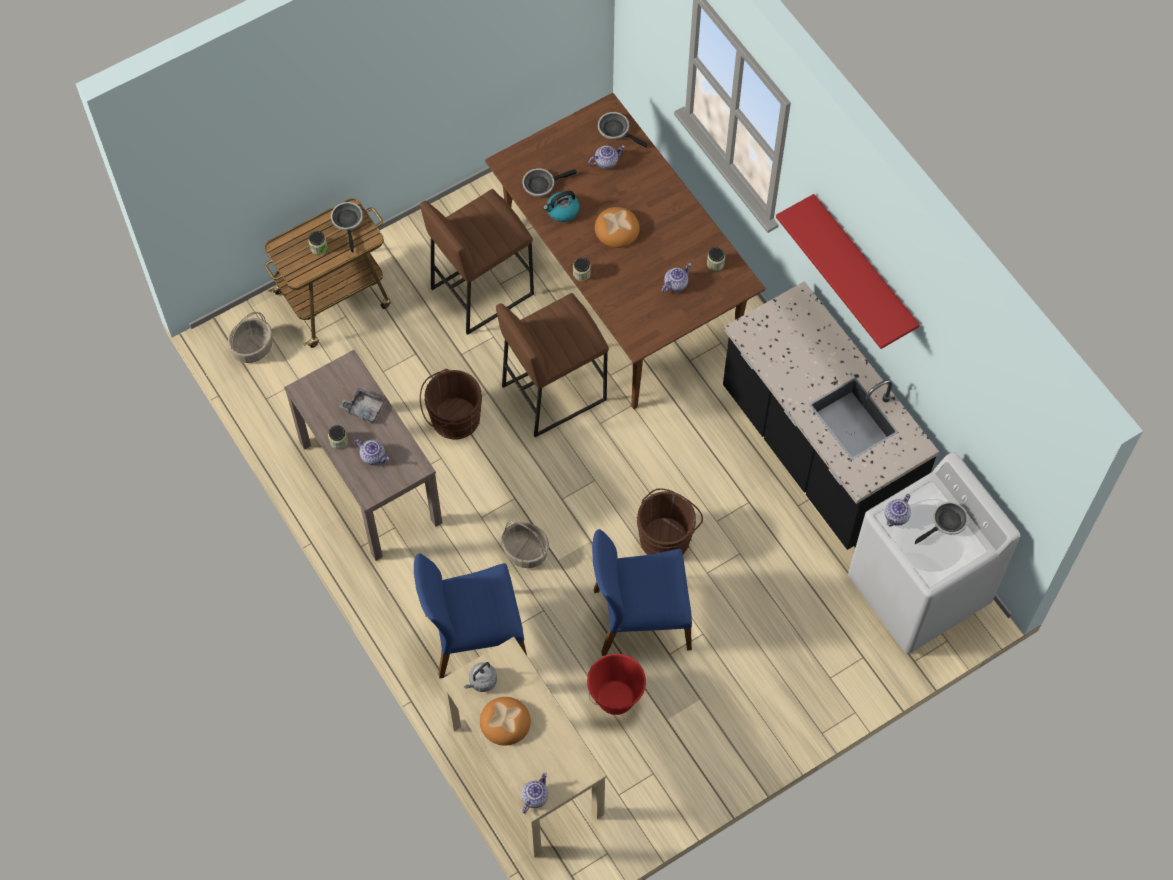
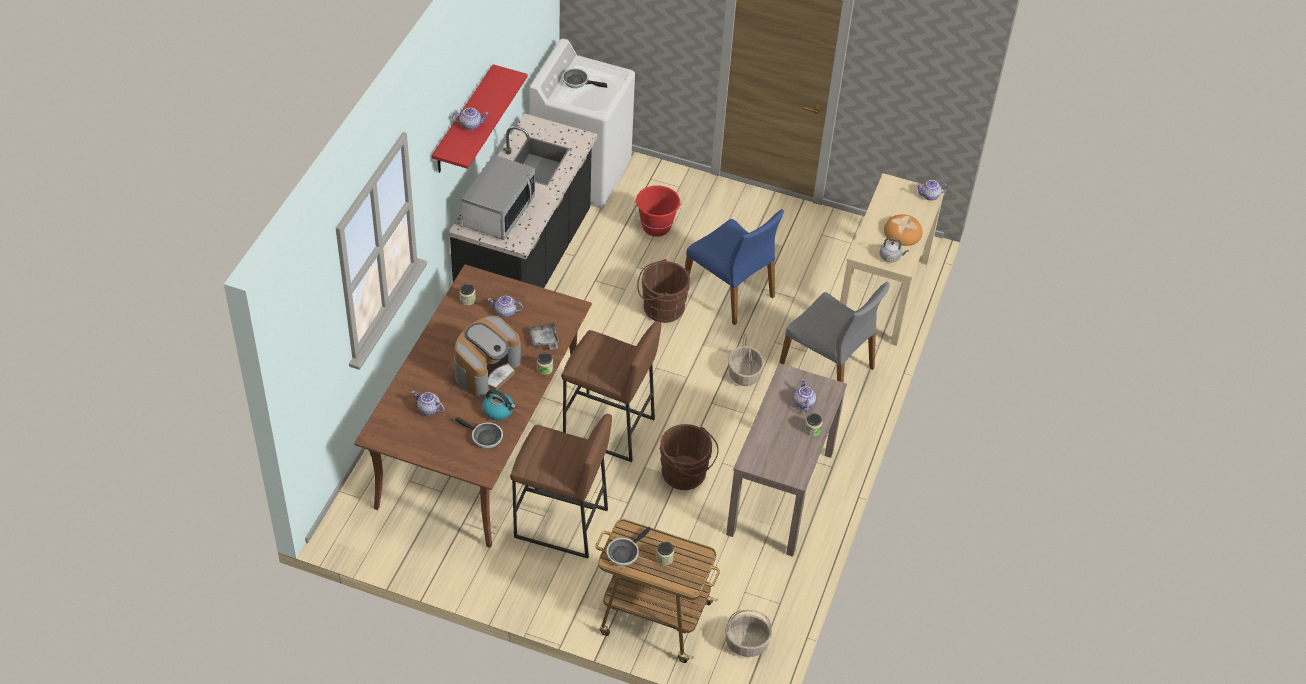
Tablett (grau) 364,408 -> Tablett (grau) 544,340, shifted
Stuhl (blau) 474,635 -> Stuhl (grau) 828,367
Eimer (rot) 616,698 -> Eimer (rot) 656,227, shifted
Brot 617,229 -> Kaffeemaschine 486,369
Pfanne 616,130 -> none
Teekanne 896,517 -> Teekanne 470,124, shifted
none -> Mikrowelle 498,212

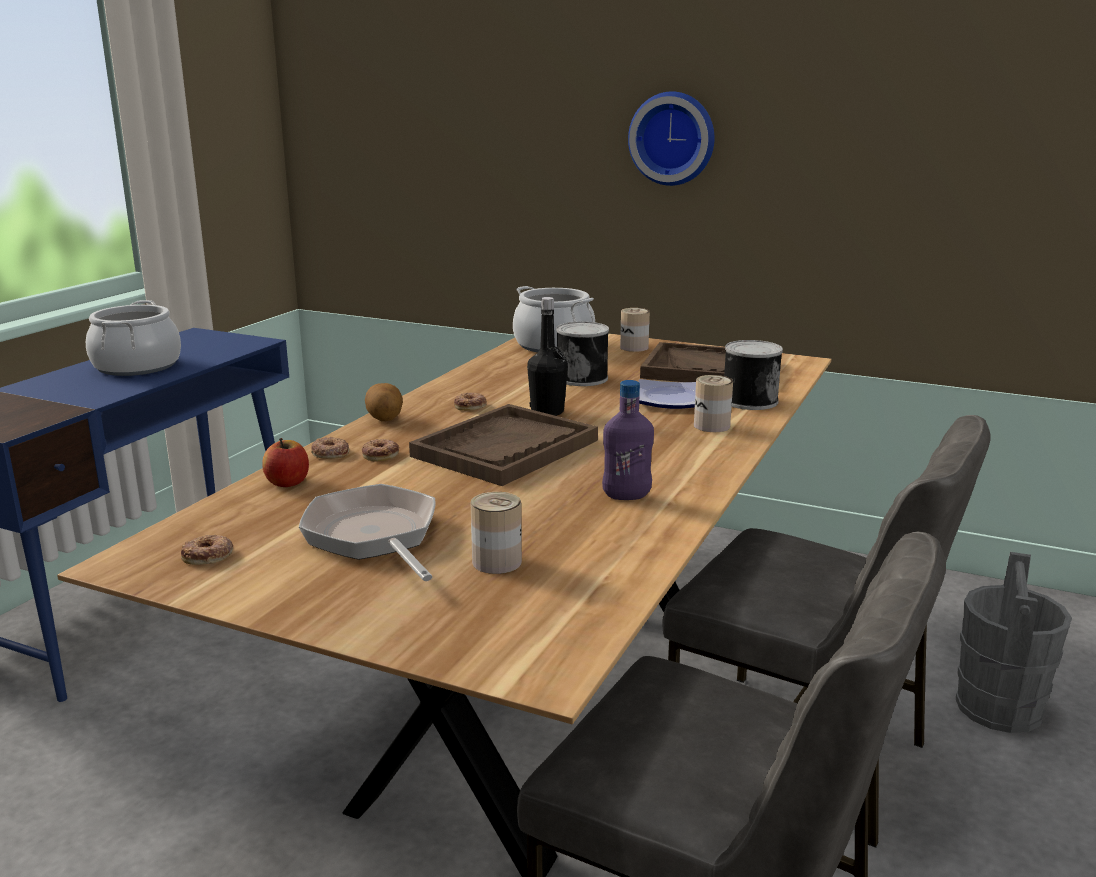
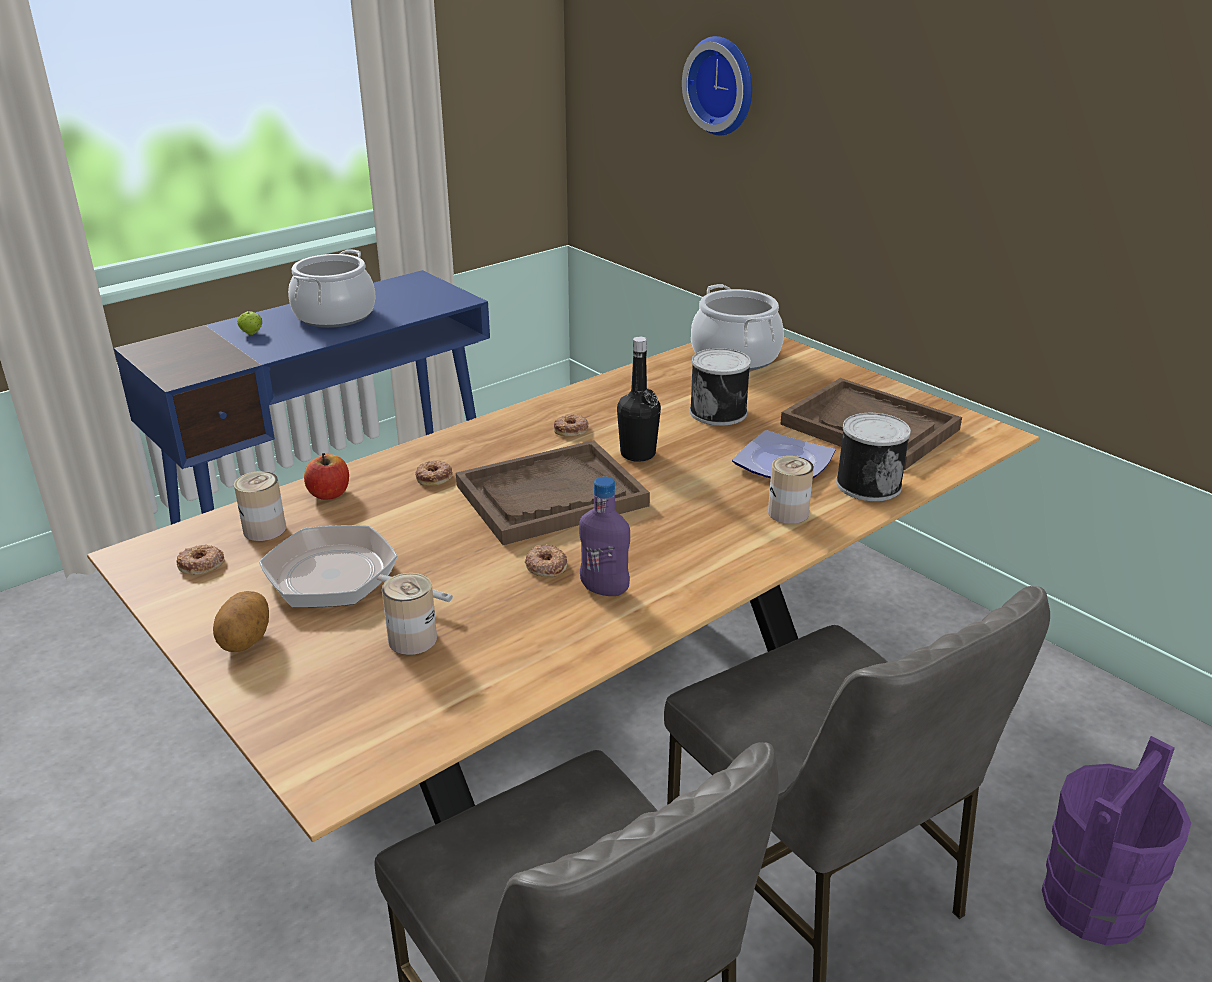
Pfanne 374,537 -> Pfanne 340,579, 60 degrees counterclockwise
Donut 330,453 -> Donut 546,566, shifted
Kartoffel 385,419 -> Kartoffel 246,641, shifted
Dose 634,347 -> Dose 264,529, shifted
Wanduhr 673,138 -> Wanduhr 723,85, shifted
Eimer (grau) 999,707 -> Eimer (lila) 1093,903
none -> Apfel 251,333

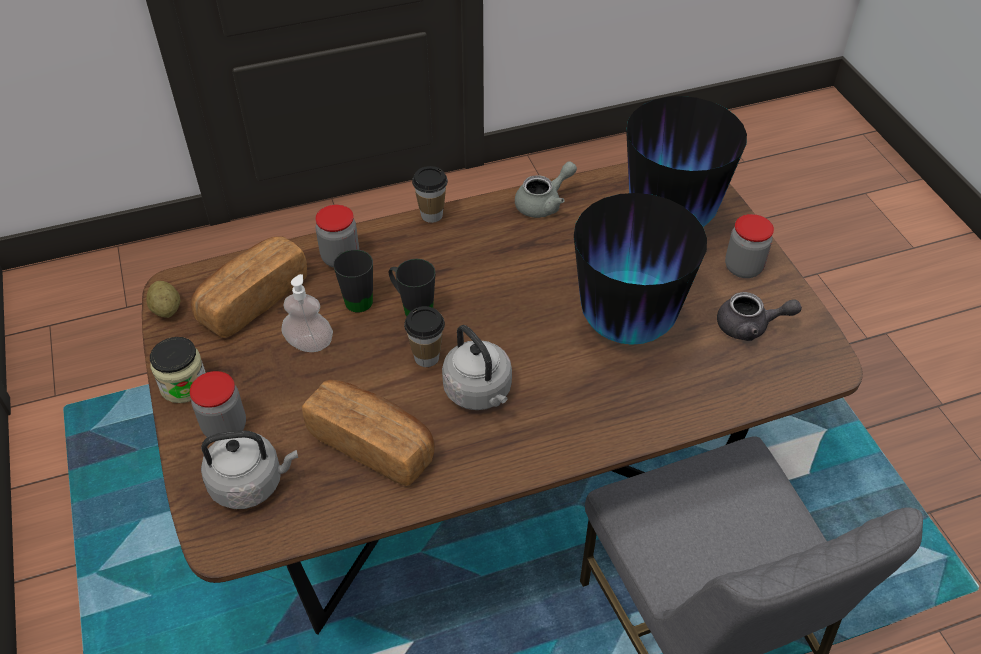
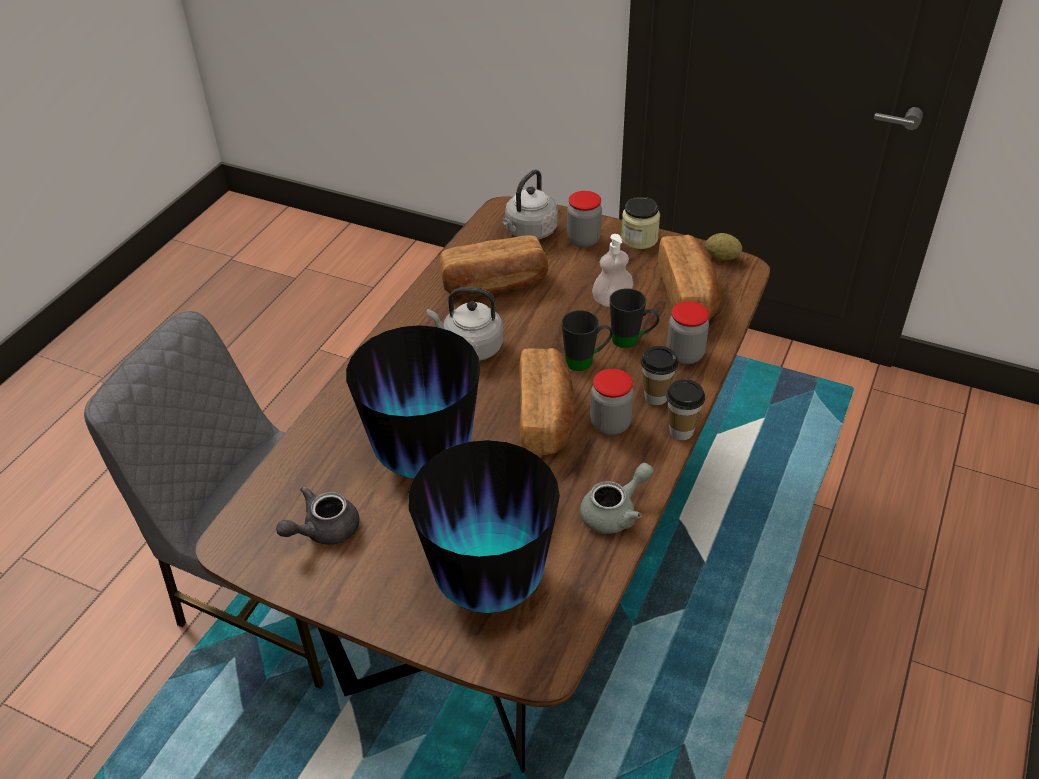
Tasse 427,357 -> Tasse 656,397, shifted
Teekanne (grau) 544,203 -> Teekanne (grau) 615,512, 135 degrees counterclockwise
Vorratsglas 743,268 -> Vorratsglas 610,424, shifted
none -> Brot 546,417

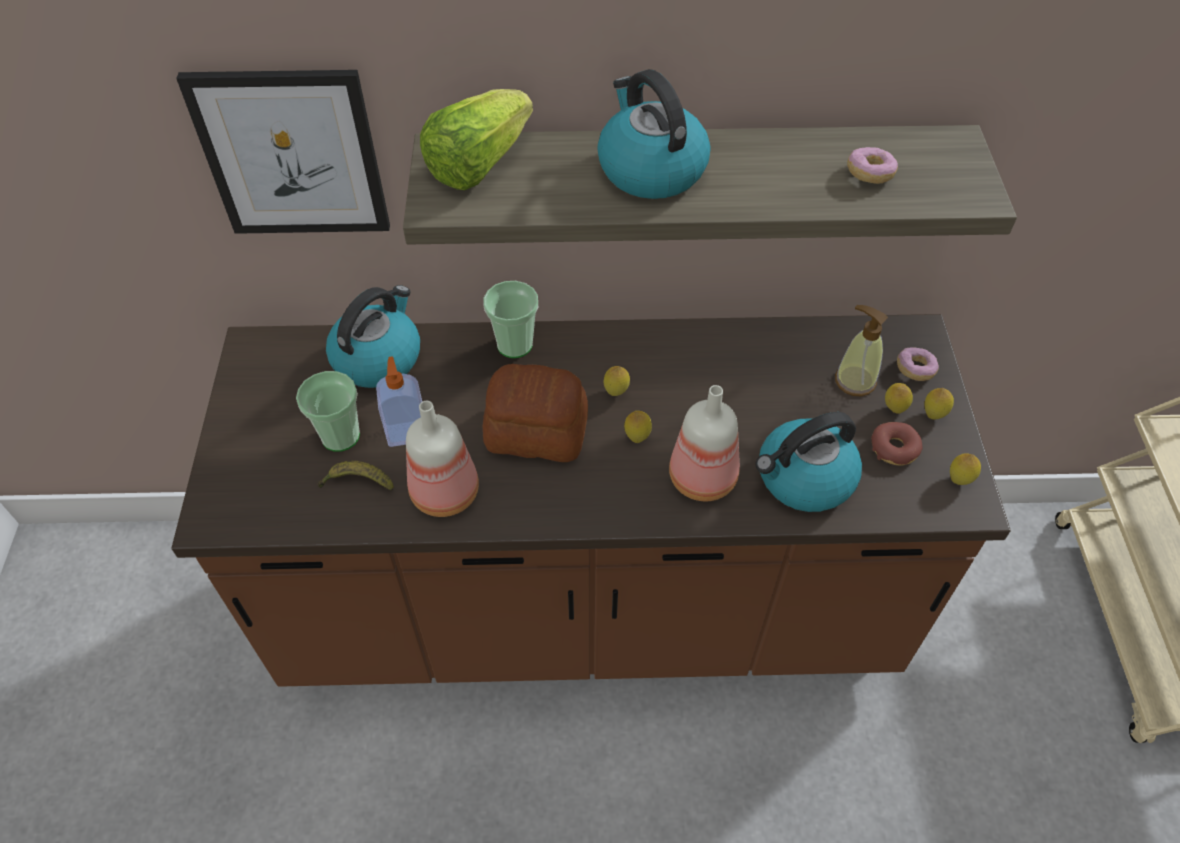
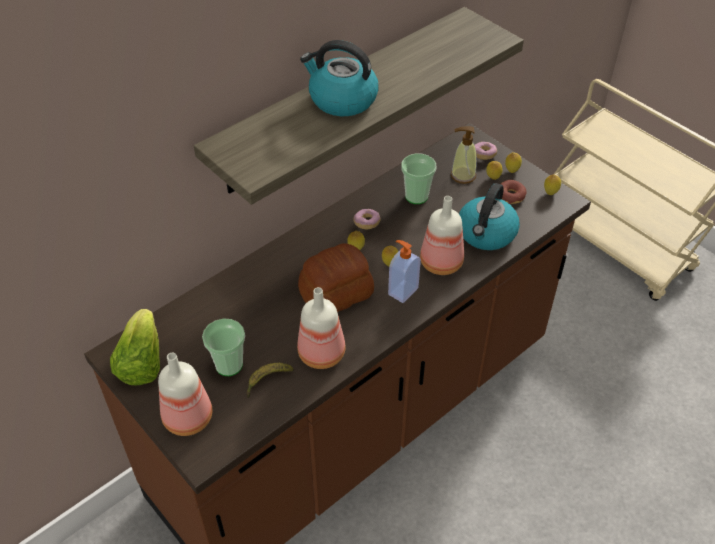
Bild 292,154 -> none
Wasserkessel 378,358 -> none
Seifenspender 407,432 -> Seifenspender 402,291, shifted
Salatkopf 478,164 -> Salatkopf 141,362, shifted
Tasse 514,345 -> Tasse 416,196, shifted
Donut 869,174 -> Donut 366,223, shifted
none -> Flasche 189,419

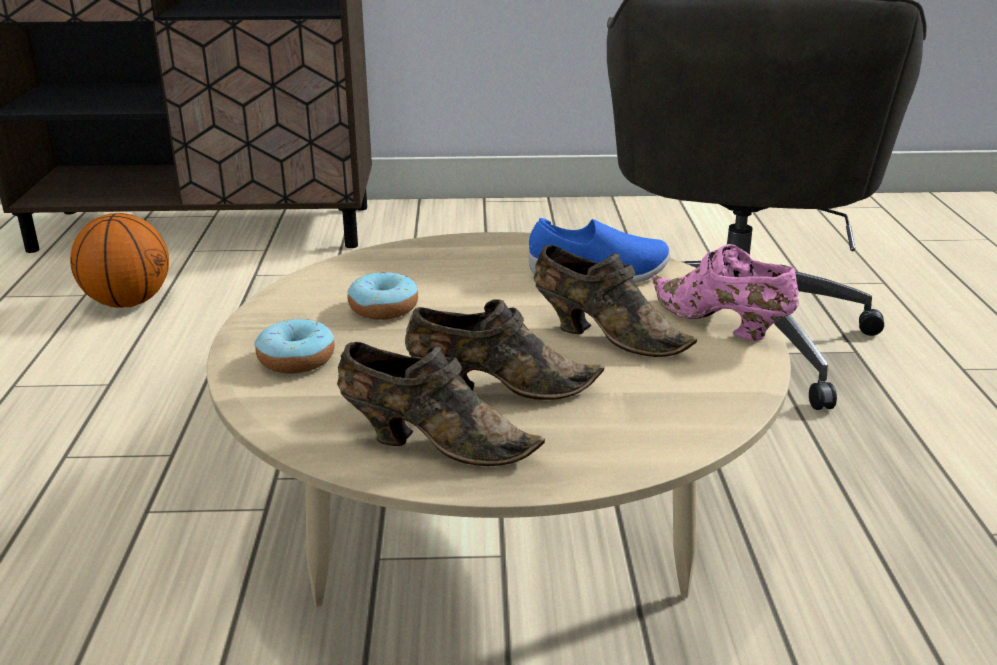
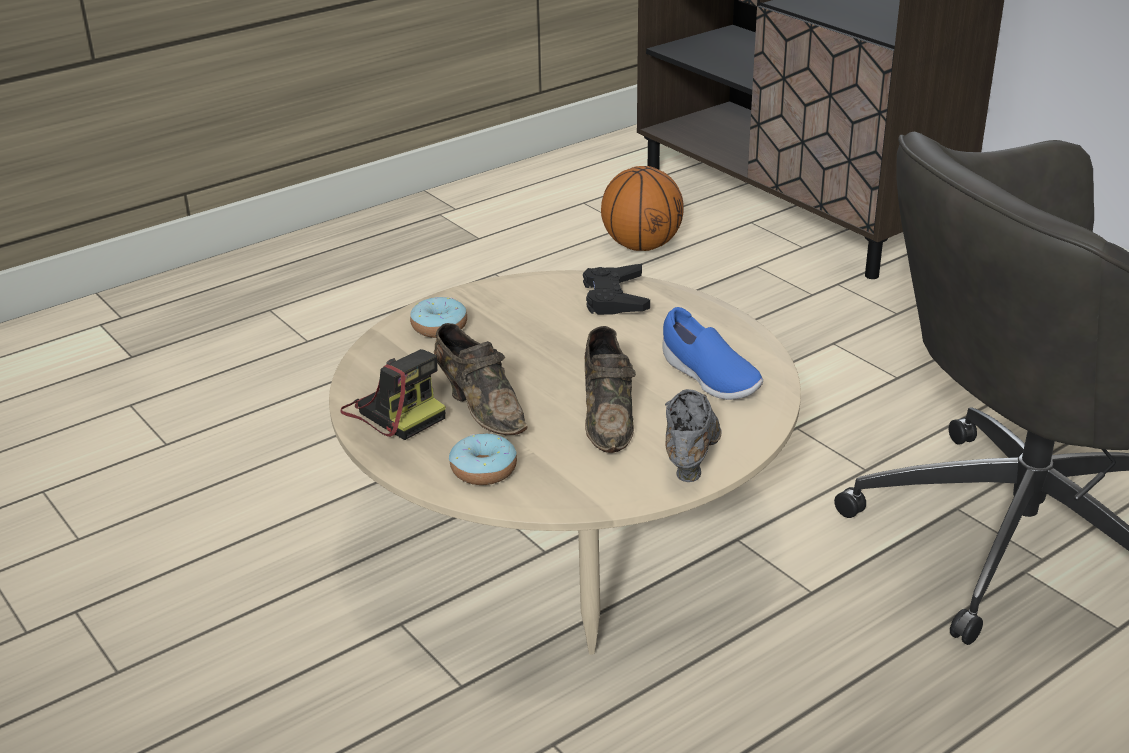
Schuh (braun) 432,443 -> Kamera 394,411
Donut 383,308 -> Donut 483,470, shifted
Schuh (rosa) 721,324 -> Schuh (grau) 690,457
none -> Gamepad (schwarz) 615,297

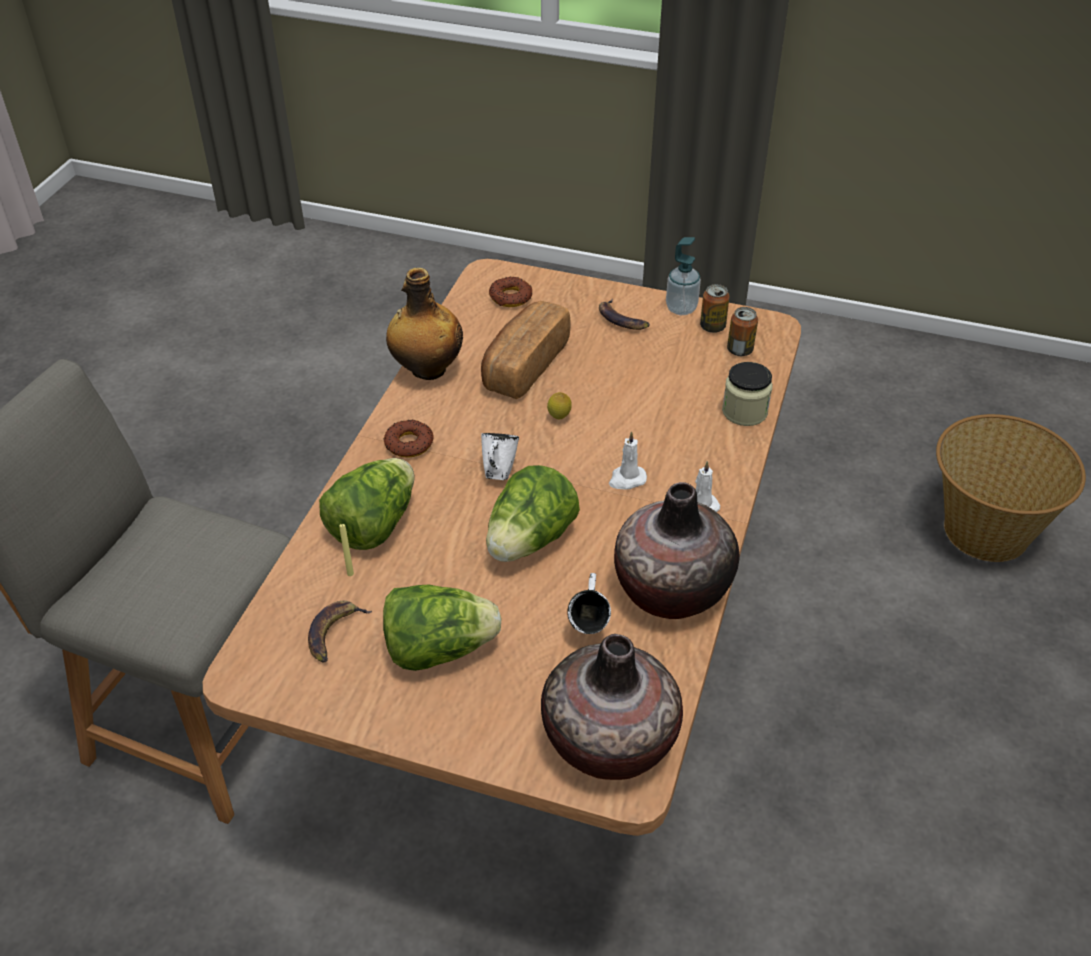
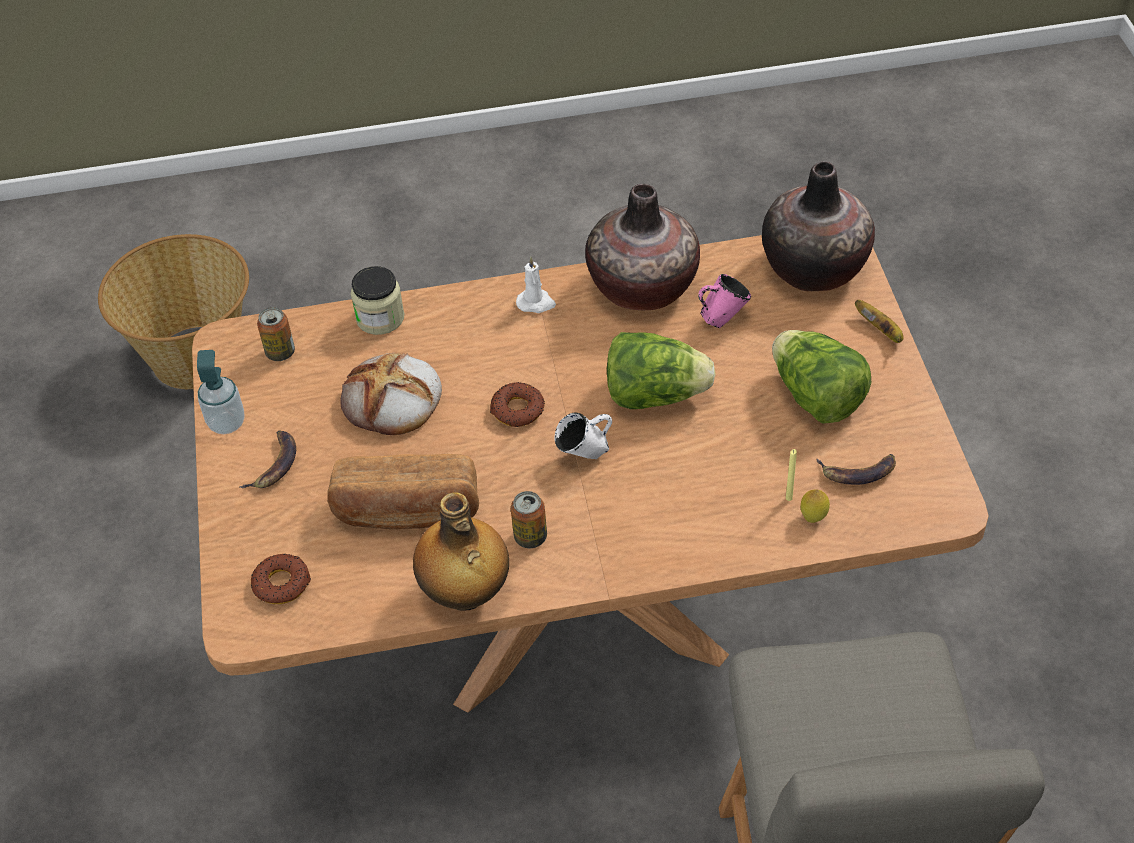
Salatkopf 373,525 -> none
Donut 409,443 -> Donut 517,410, shifted
Zitrone 559,418 -> Zitrone 813,518, shifted
Henkelbecher (weiß) 588,629 -> Henkelbecher (rosa) 722,319
Kerze (weiß) 626,479 -> none
Dose 712,327 -> Dose 530,537, shifted
none -> Brot 392,400
none -> Banane 881,331

